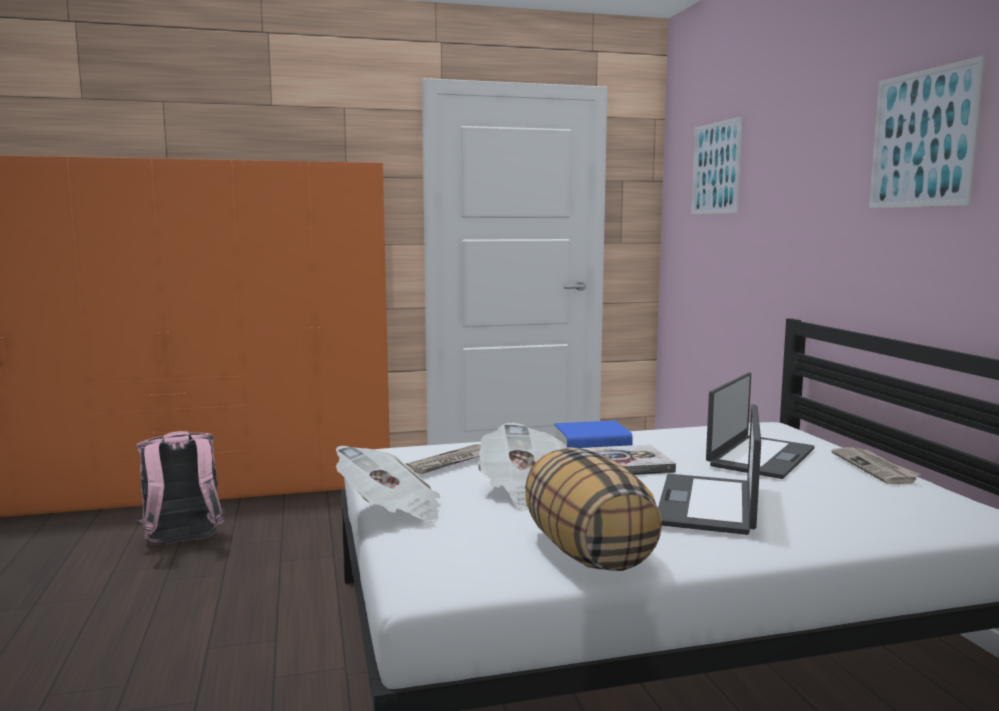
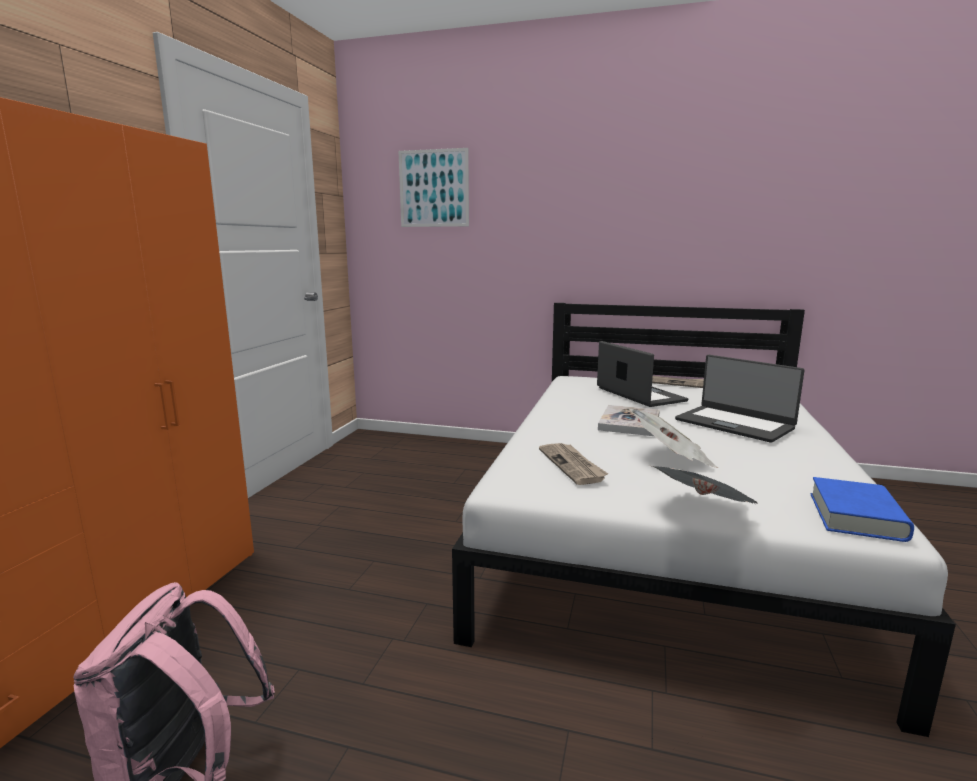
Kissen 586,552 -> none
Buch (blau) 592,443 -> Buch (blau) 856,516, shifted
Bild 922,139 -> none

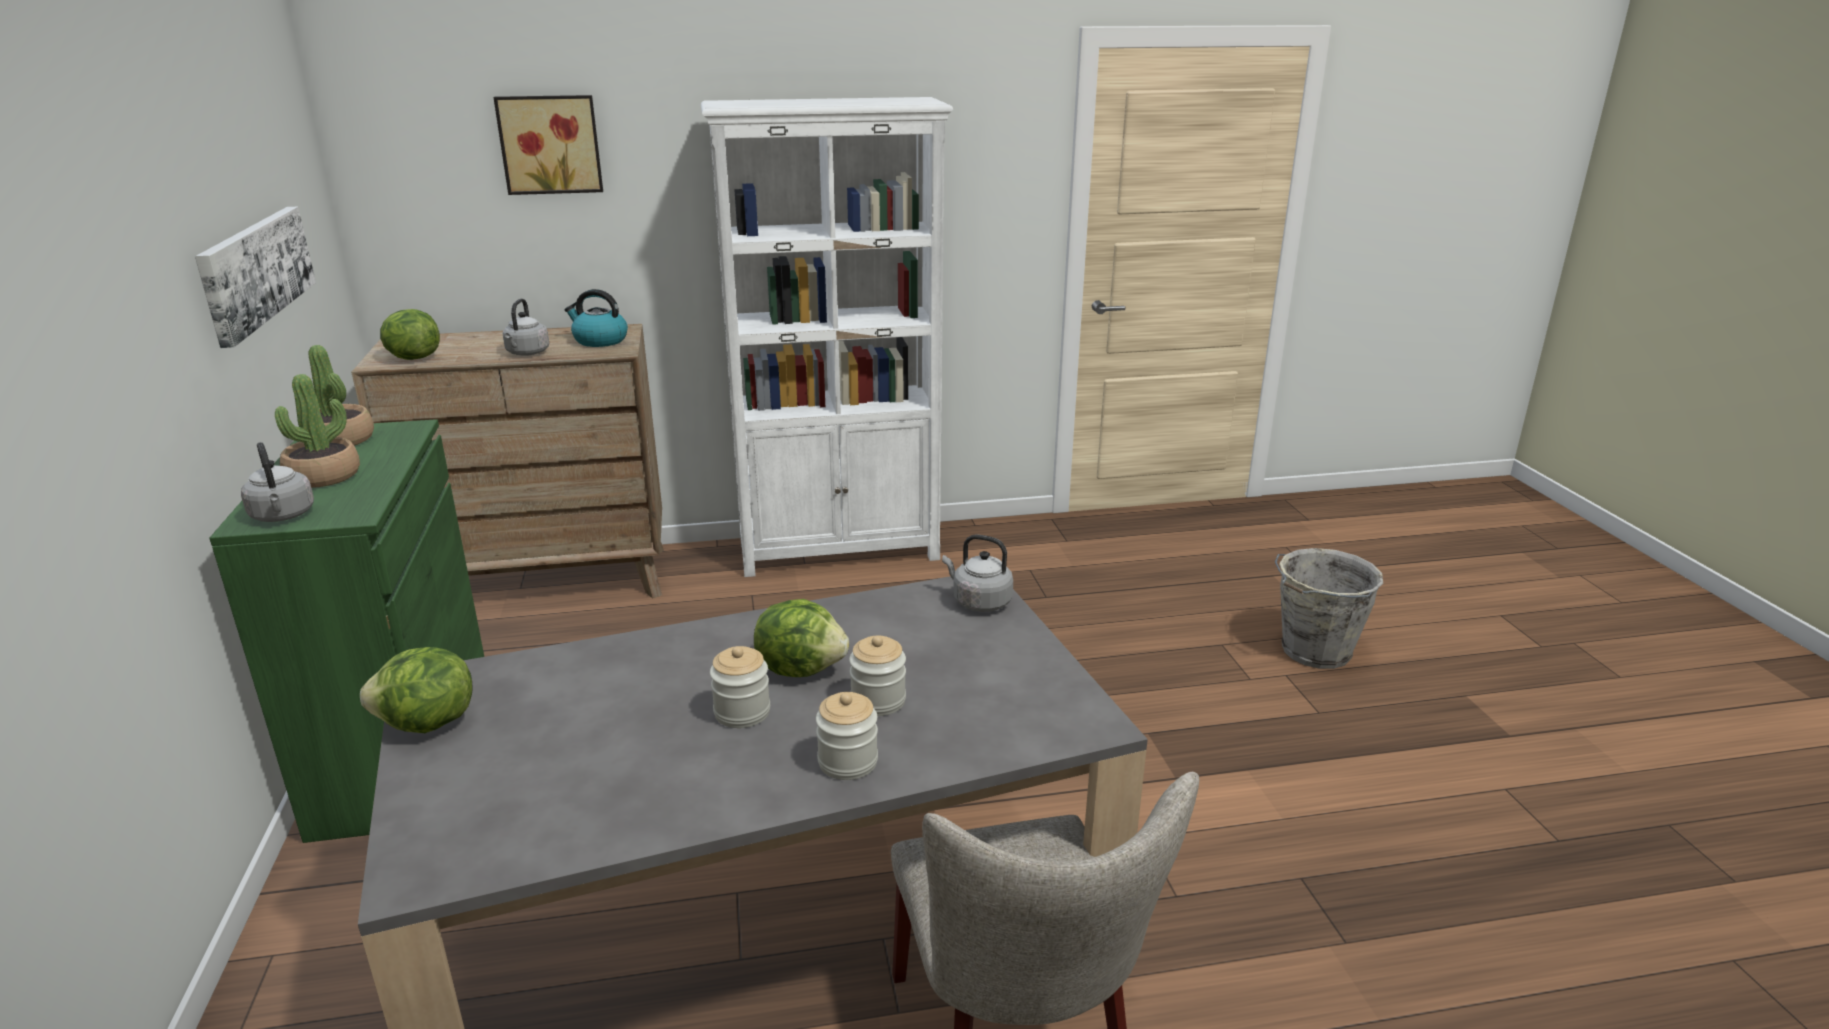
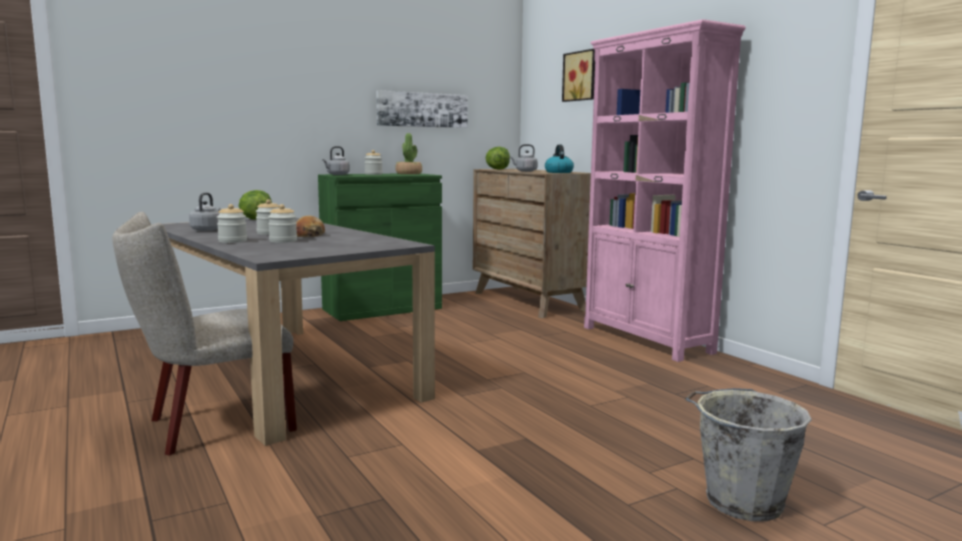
Topfpflanze 323,476 -> Vorratsglas 373,174
Bücherregal (weiß) 840,551 -> Bücherregal (rosa) 647,340
Salatkopf 801,668 -> Brot 308,235
Wasserkessel (grau) 979,602 -> Wasserkessel (grau) 207,229, shifted

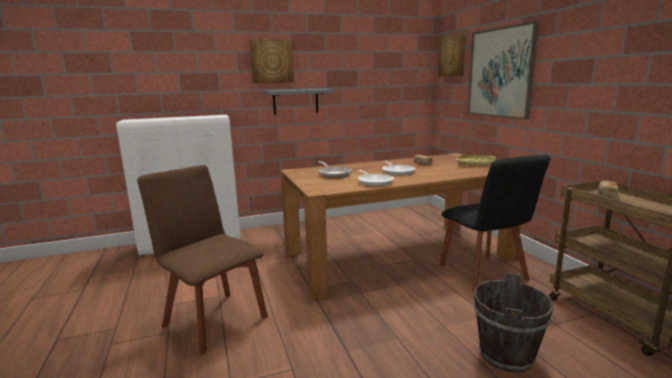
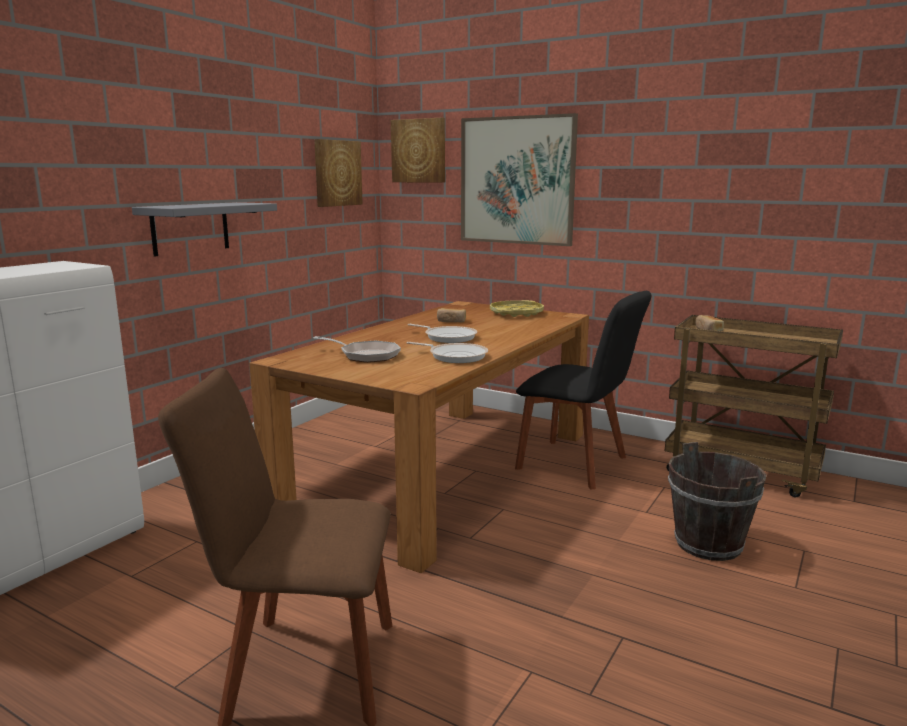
Bild 272,61 -> Bild 337,173, shifted

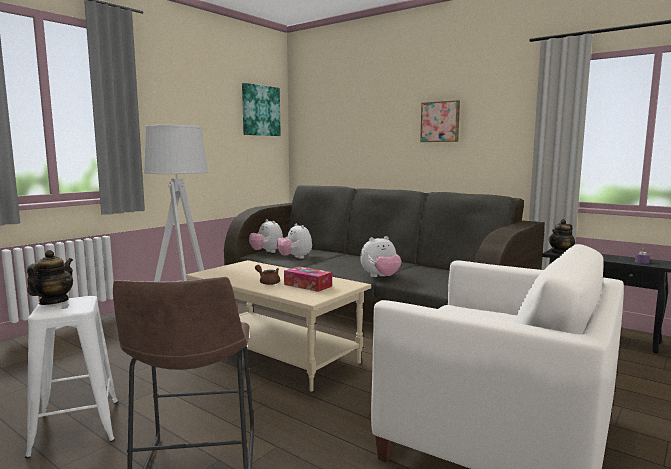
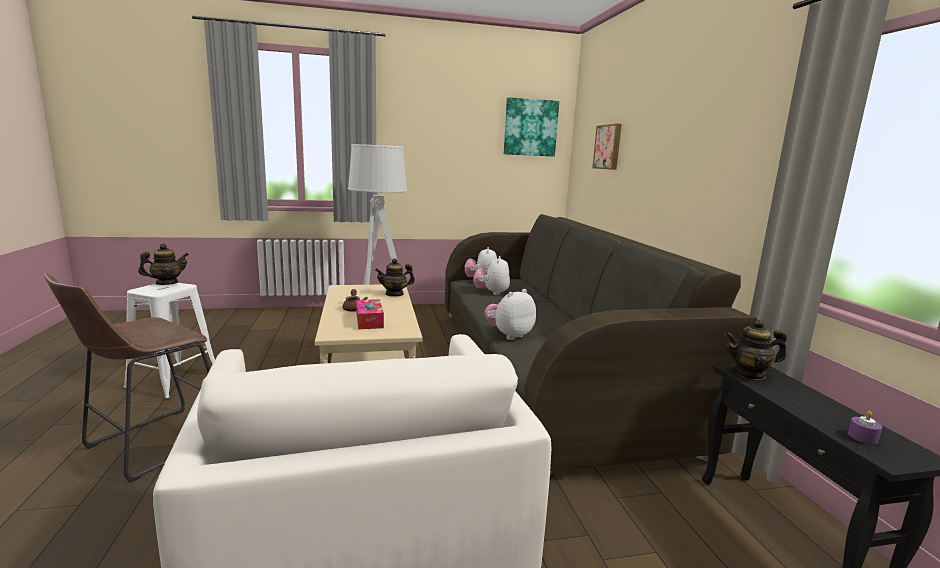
Plüschtier 380,277 -> Plüschtier 509,335, 120 degrees clockwise
Bild 440,122 -> Bild 608,147, shifted
none -> Teekanne 394,294

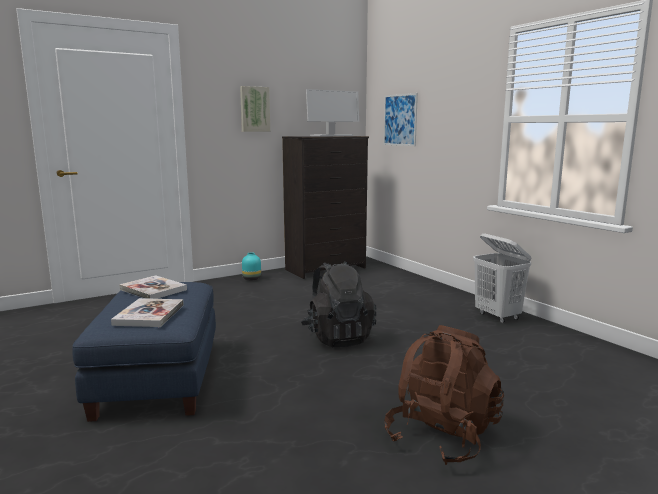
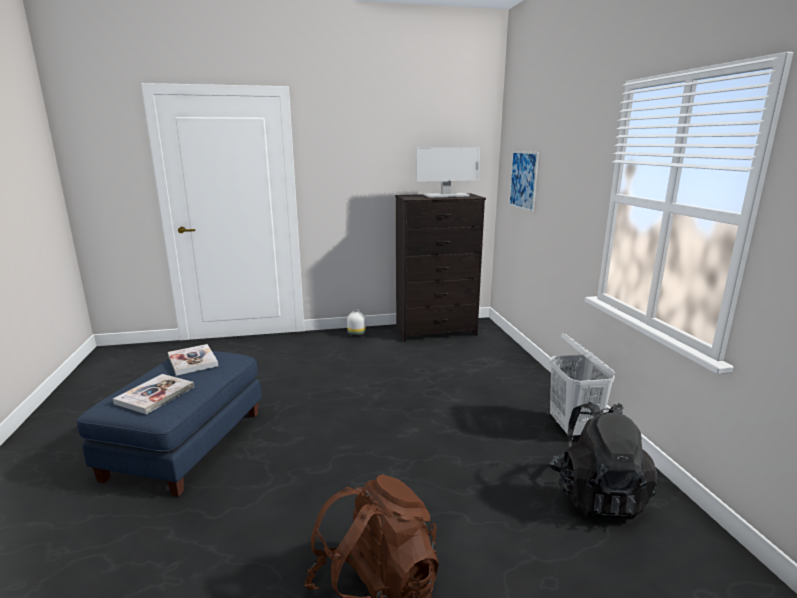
Bild 254,109 -> none
Vase (türkis) 251,279 -> Vase (weiß) 356,334
Rucksack (schwarz) 338,337 -> Rucksack (schwarz) 597,495, shifted

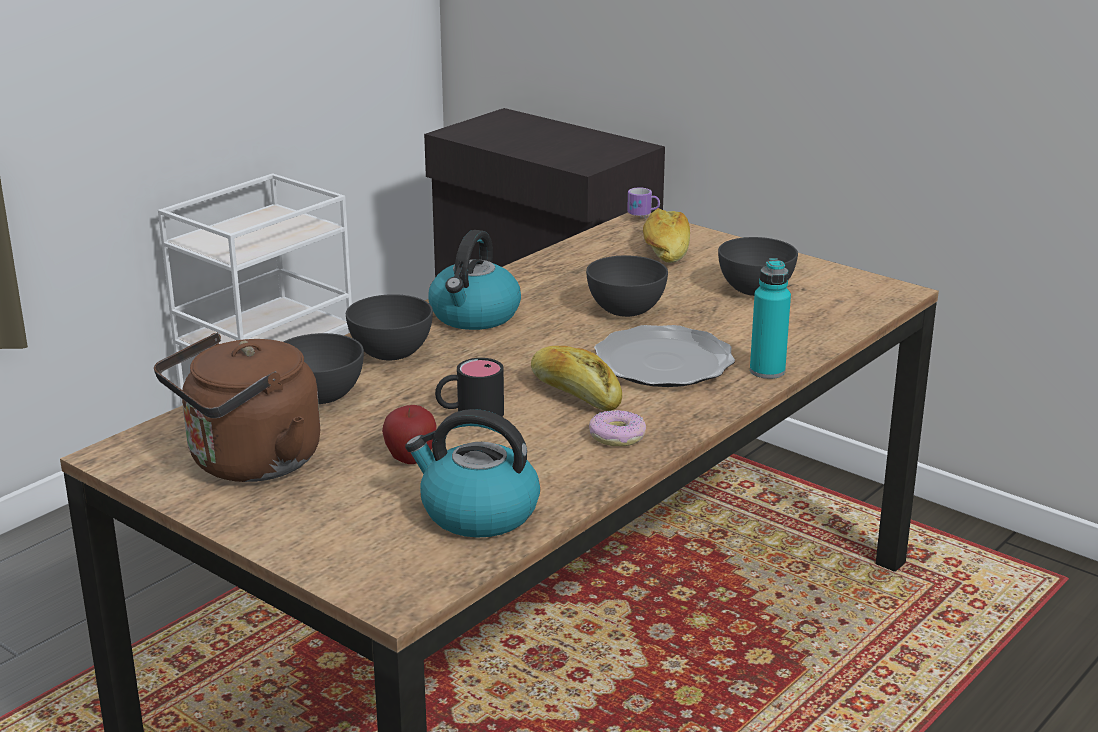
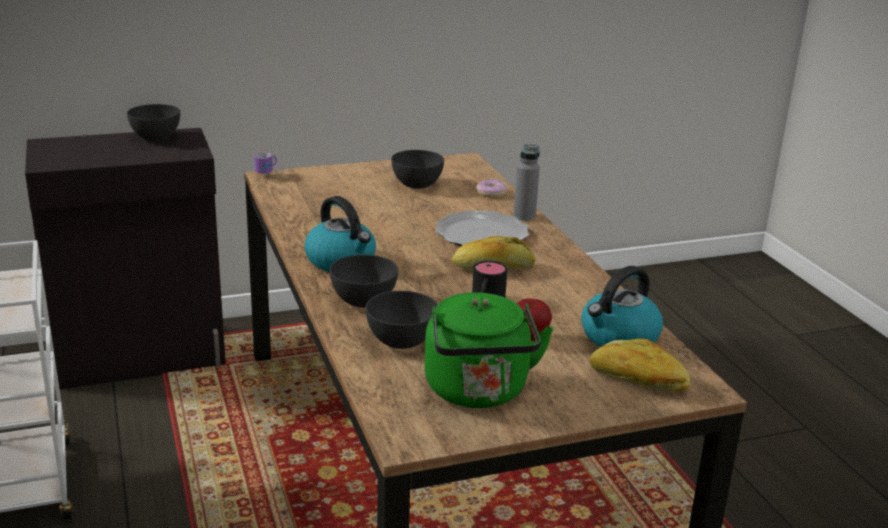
Wasserkessel (braun) 248,464 -> Wasserkessel (grün) 478,392
Schüssel (grau) 626,311 -> Schüssel (grau) 156,138, shifted
Donut 617,436 -> Donut 491,193, shifted
Brot 665,250 -> Brot 637,381, shifted
Flasche (türkis) 767,371 -> Flasche (grau) 524,216

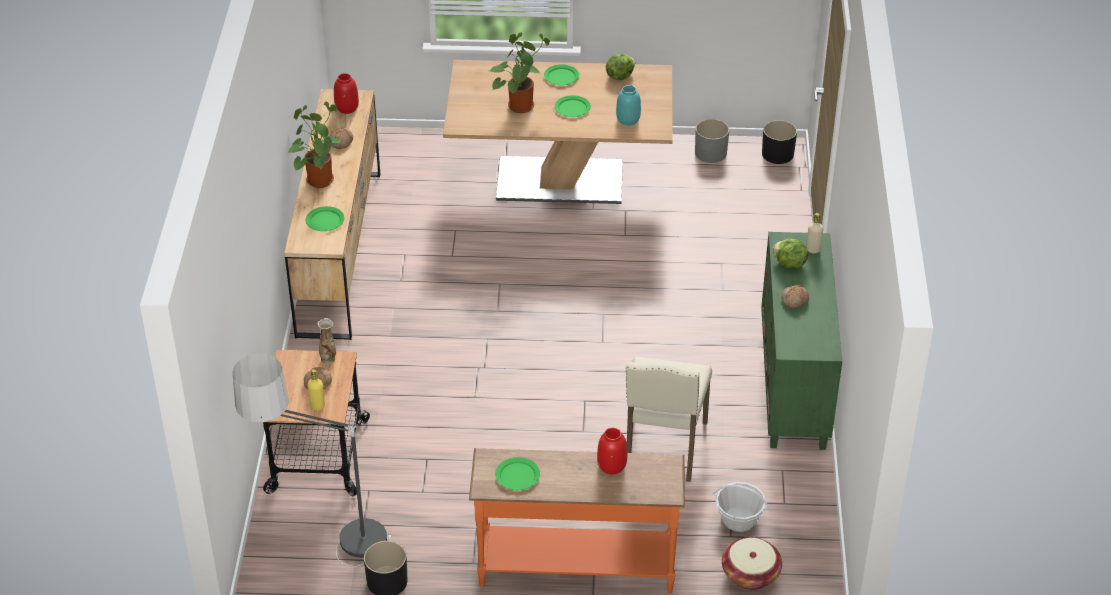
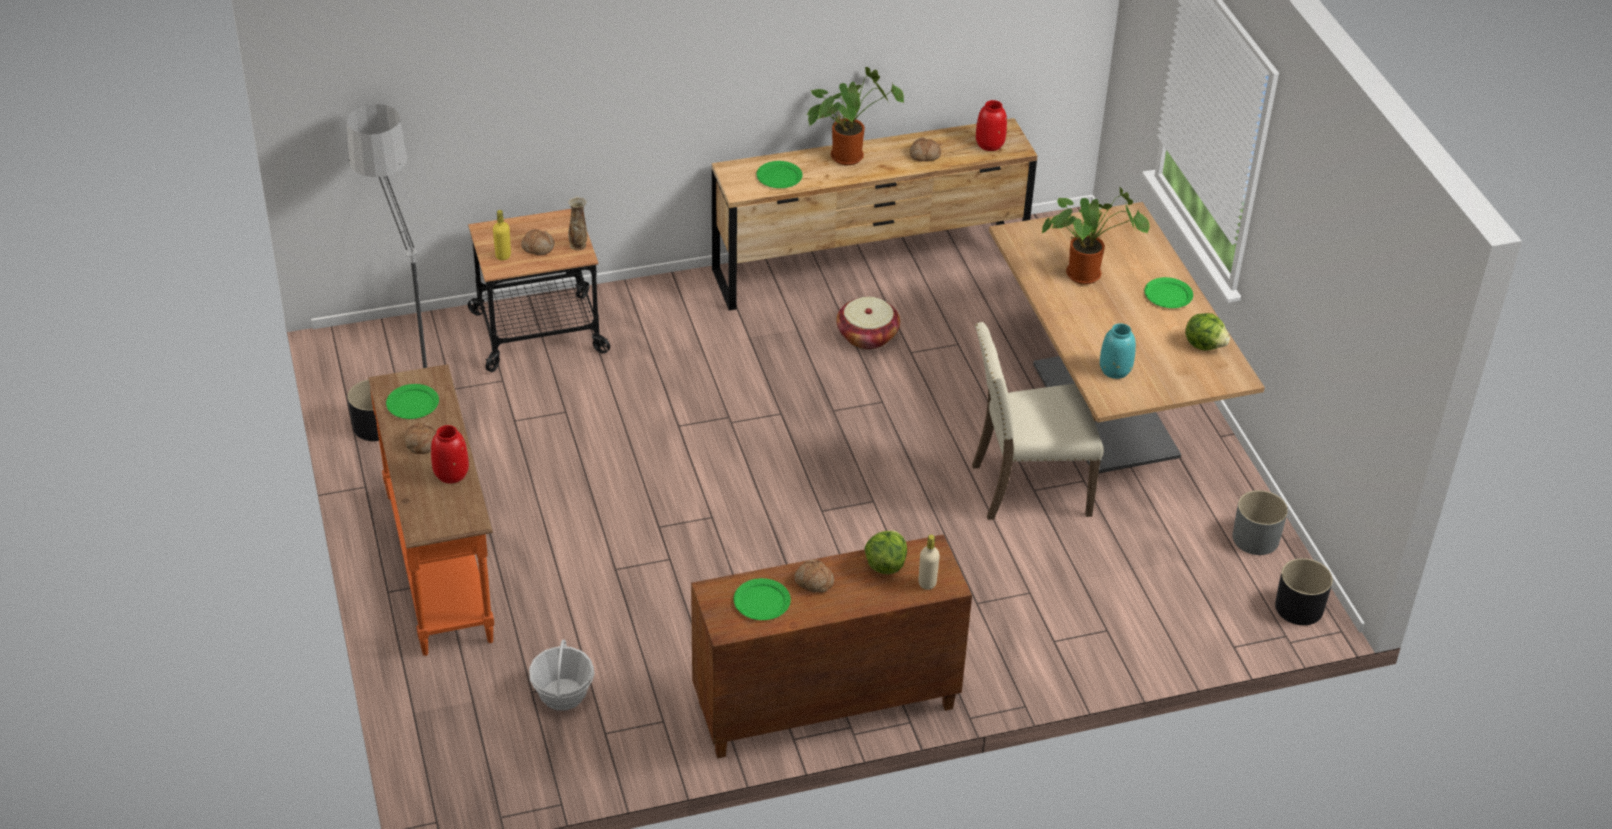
Teller (grün) 572,108 -> Teller (grün) 761,601, shifted
Stuhl (beige) 663,448 -> Stuhl (beige) 1027,488, shifted
Korb 750,574 -> Korb 867,336, shifted
Schrank (grün) 794,386 -> Schrank (braun) 824,707
none -> Brot 421,443

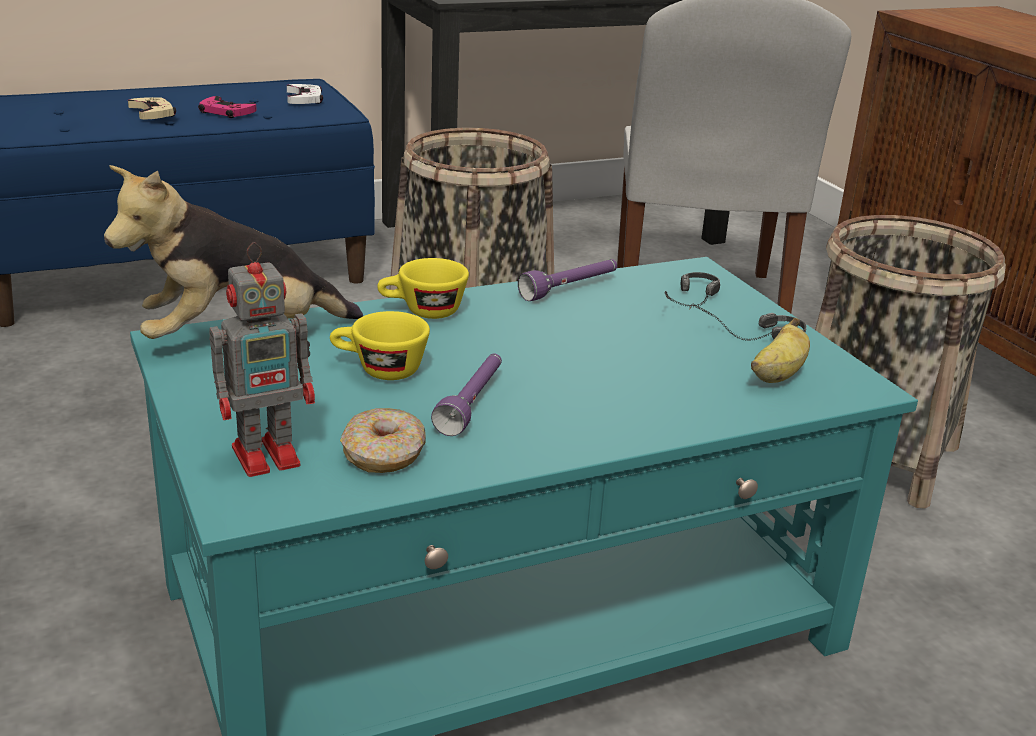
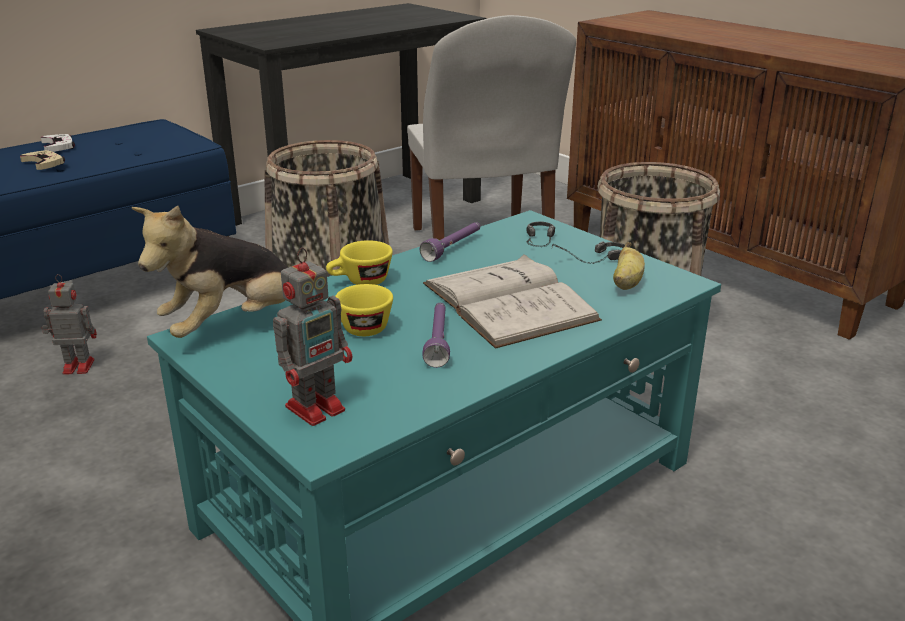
Gamepad (rosa) 226,112 -> none
Gamepad (weiß) 305,99 -> Gamepad (weiß) 58,146, shifted
Donut 384,454 -> none
none -> Spielzeugroboter 76,366
none -> Buch (weiß) 508,301

